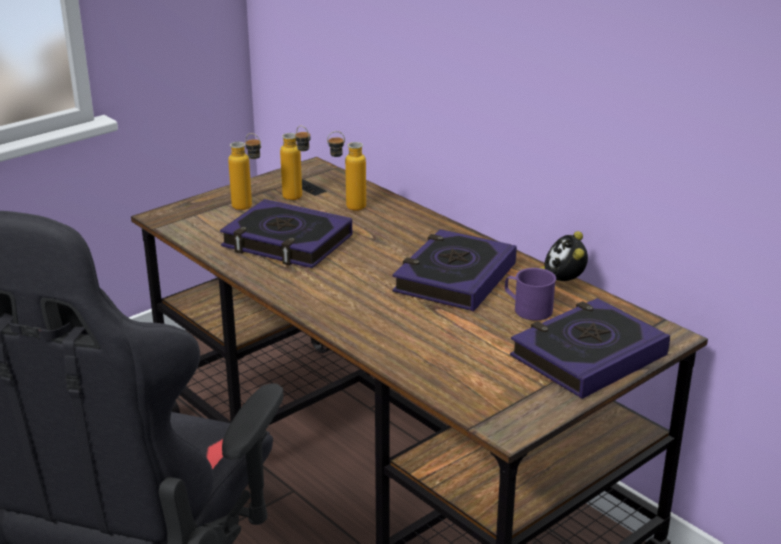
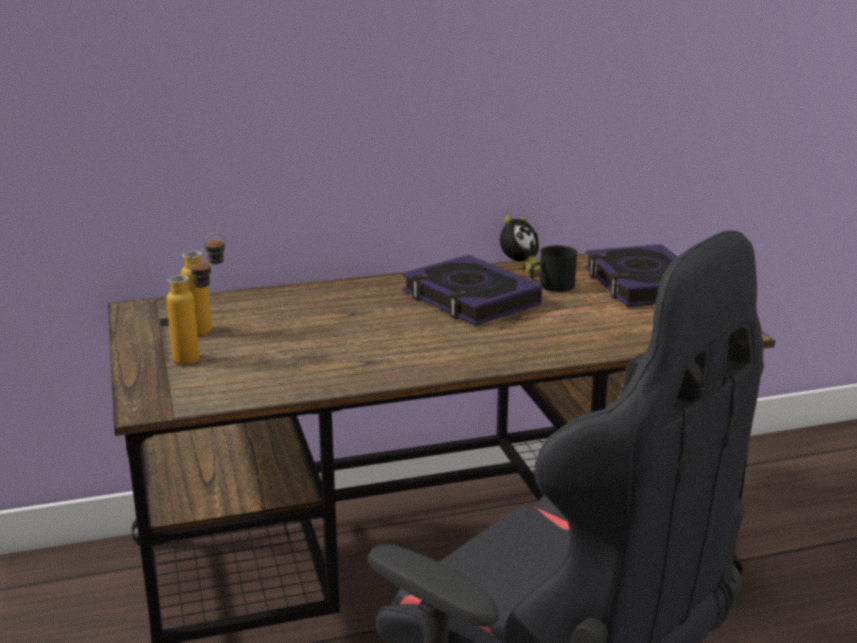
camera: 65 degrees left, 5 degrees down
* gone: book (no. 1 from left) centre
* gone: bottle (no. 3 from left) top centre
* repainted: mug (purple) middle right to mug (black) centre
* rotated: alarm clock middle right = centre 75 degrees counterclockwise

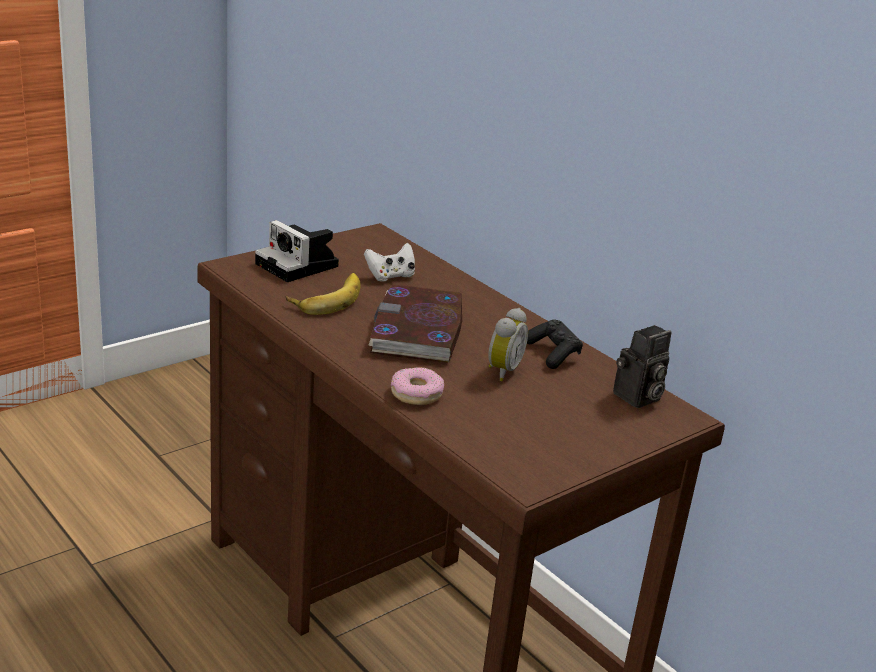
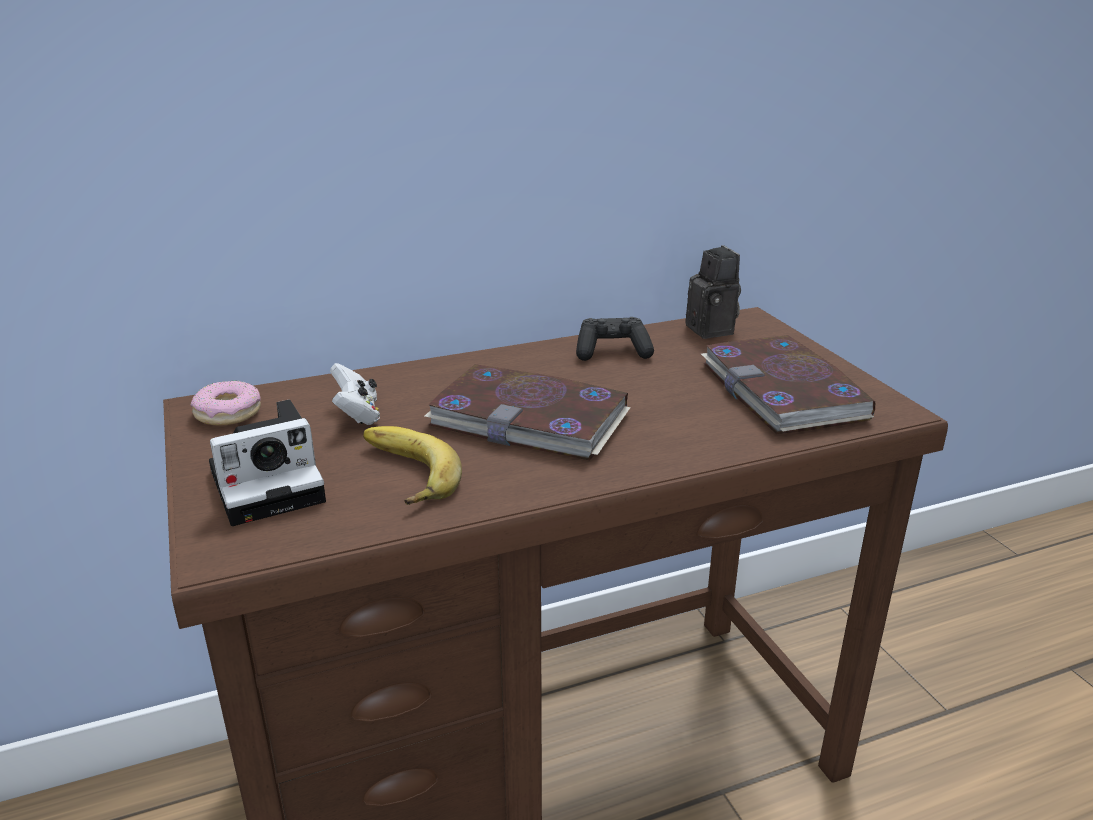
camera: 70 degrees left, 0 degrees up
* shifted: donut centre to middle left
* gone: alarm clock centre
* new: book (no. 2 from left) middle right

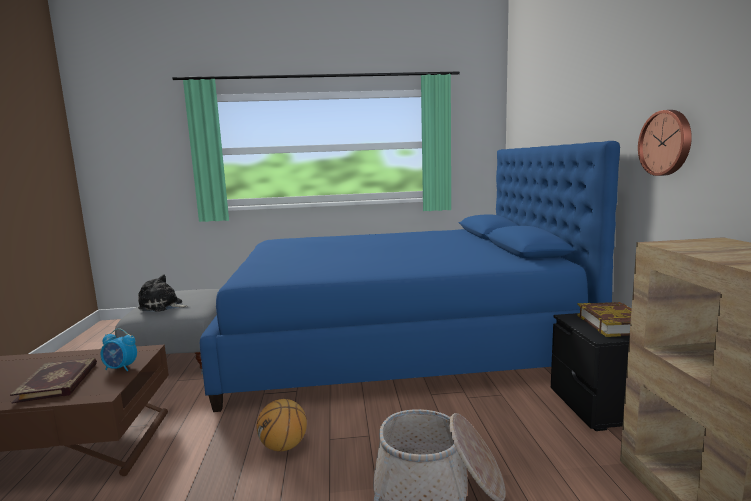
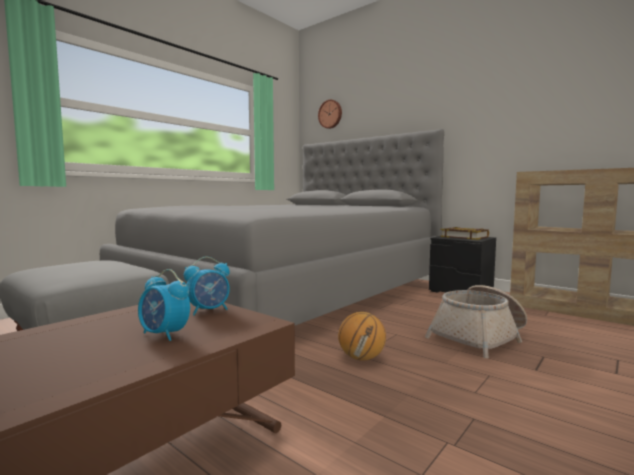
camera: 45 degrees left, 5 degrees down
* swapped: book (no. 1 from left) bottom left to alarm clock (no. 1 from left) middle left
* gone: plush toy middle left
* repainted: bed (blue) centre to bed (grey) centre
* shifted: wall clock top right to top centre

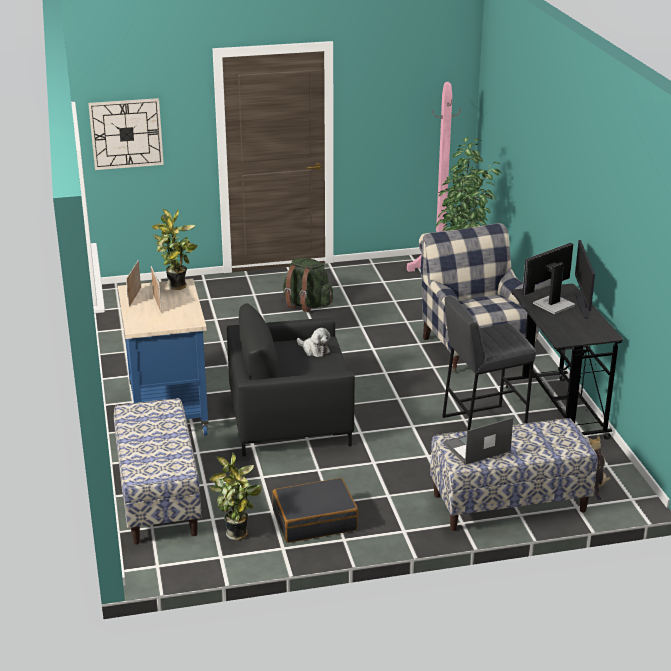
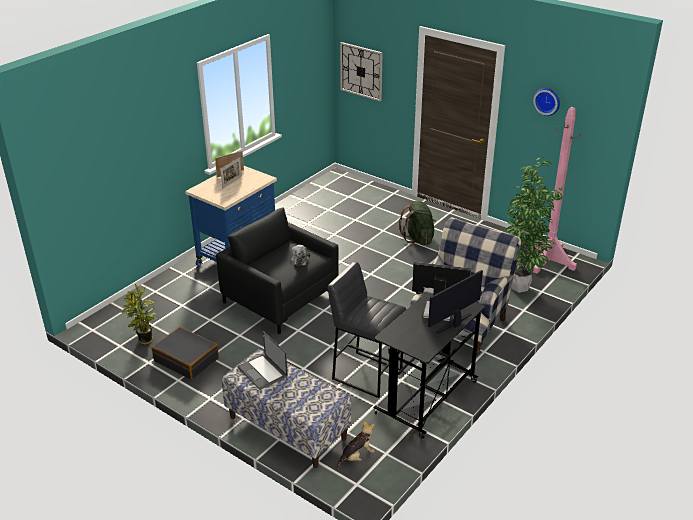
camera: 50 degrees right, 5 degrees up
* gone: bench (no. 1 from left) bottom left
* gone: potted plant (no. 1 from left) middle left
* rotated: laptop middle right = bottom centre 150 degrees counterclockwise
* new: wall clock (no. 2 from left) top right

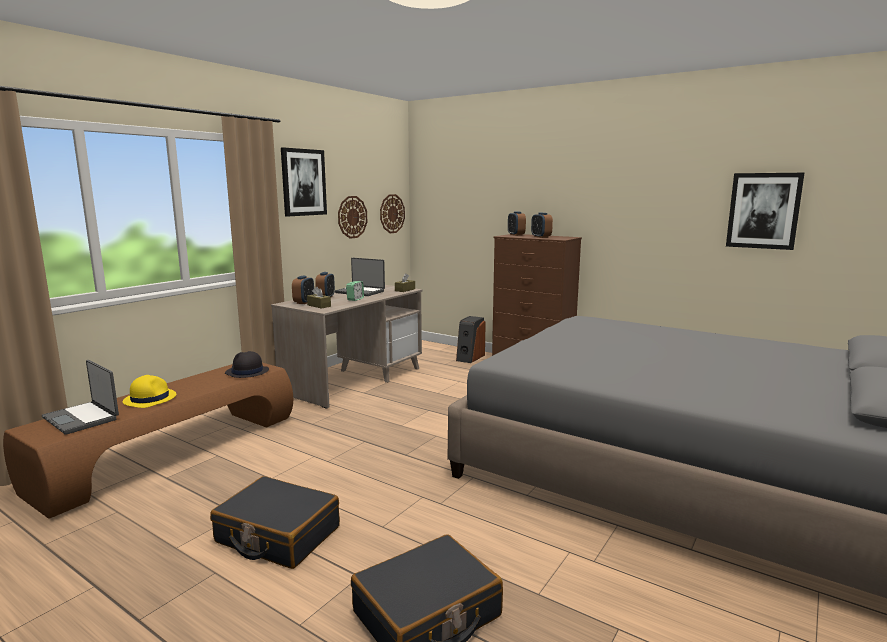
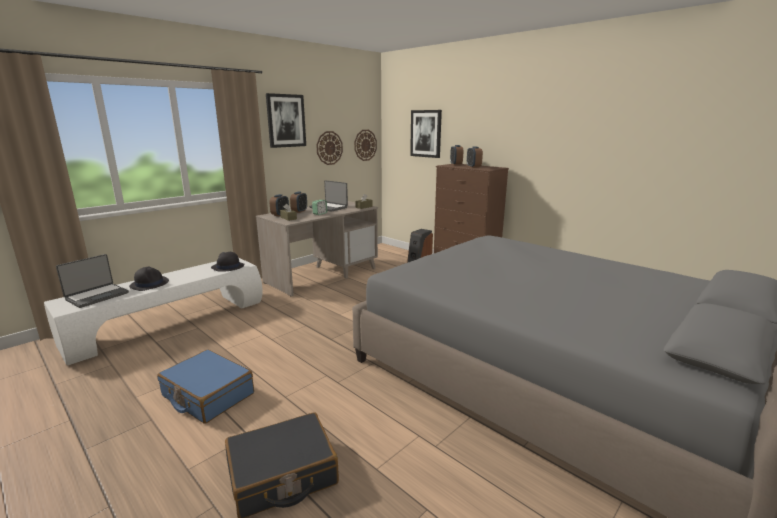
camera: 10 degrees right, 5 degrees up
* repainted: bench (brown) bottom left to bench (white) middle left
* rotated: laptop (no. 1 from left) middle left = middle left 105 degrees counterclockwise
* repainted: hat (yellow) middle left to hat (black) (no. 1 from left) middle left
* repainted: suitcase (black) (no. 1 from left) bottom left to suitcase (blue) bottom left
* shifted: picture (no. 2 from left) top right to top centre

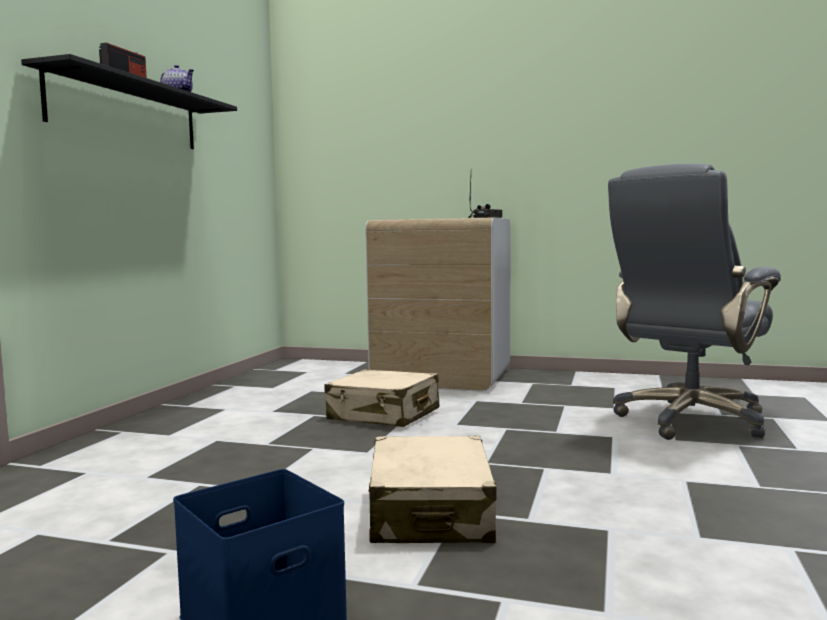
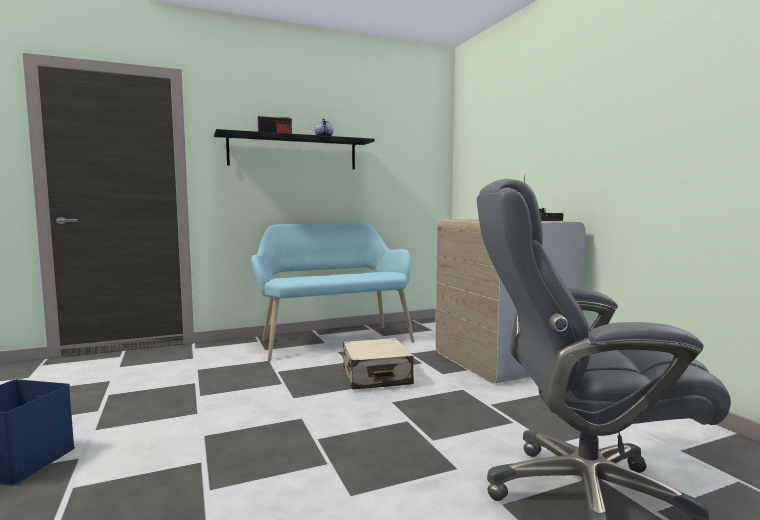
camera: 50 degrees right, 0 degrees up
* gone: suitcase (beige) (no. 2 from left) bottom centre
* new: bench (turquoise) centre

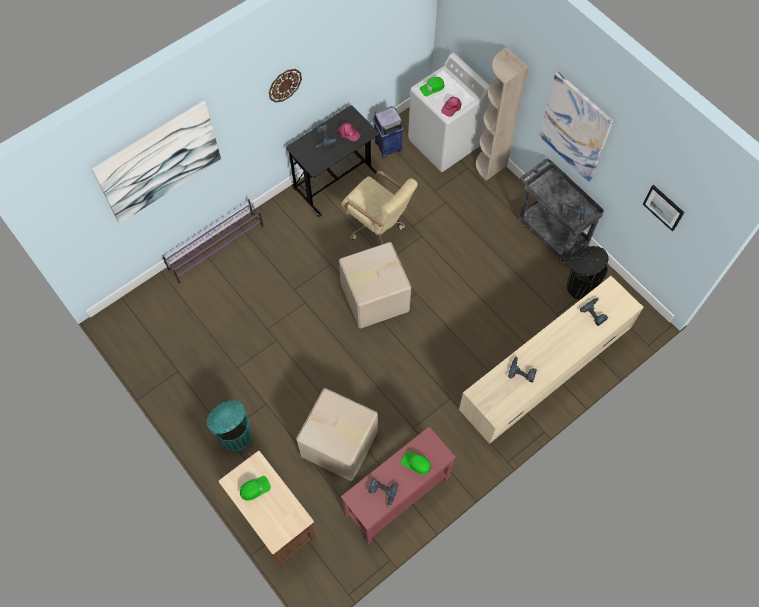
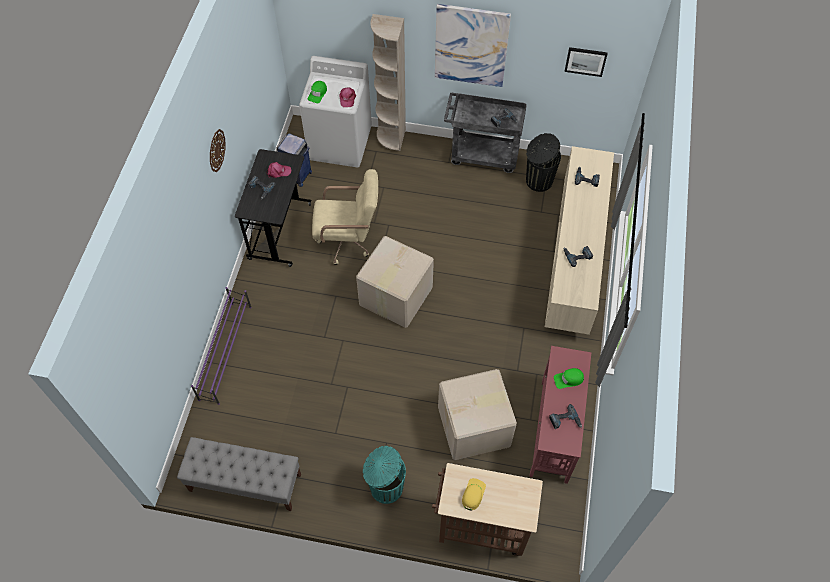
camera: 40 degrees left, 5 degrees down
* gone: picture (no. 1 from left) top left
* repainted: cap (green) (no. 1 from left) bottom centre to cap (yellow) bottom centre
* new: bench (grey) bottom left

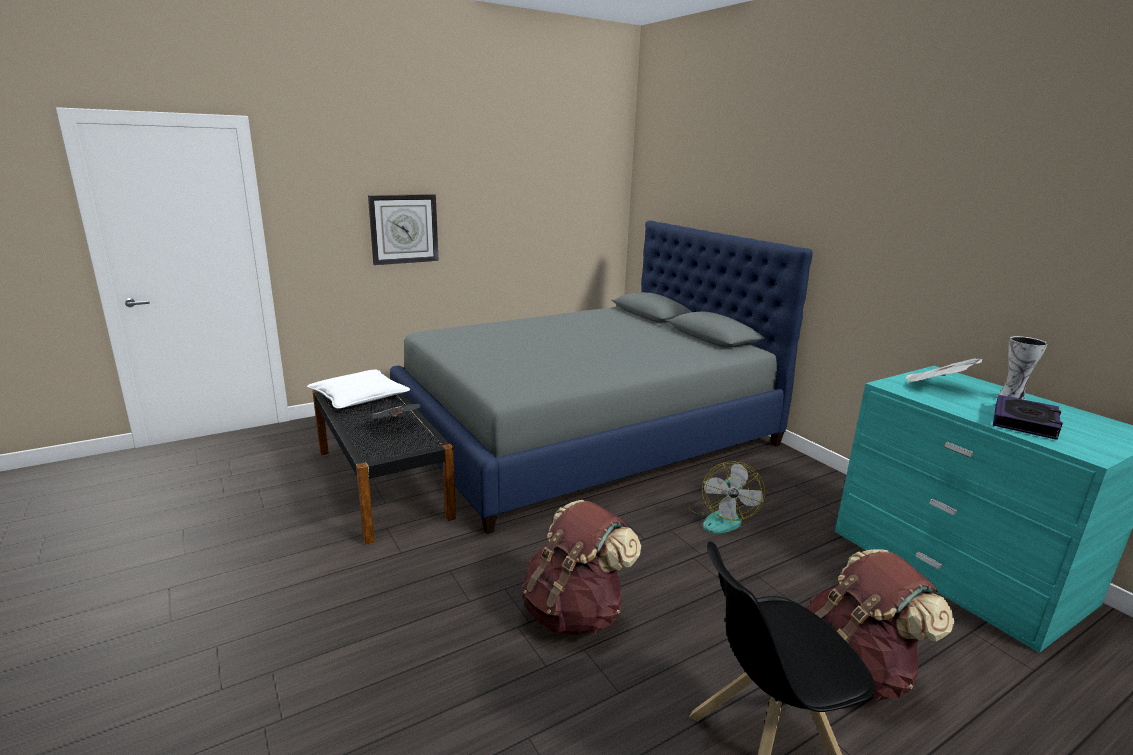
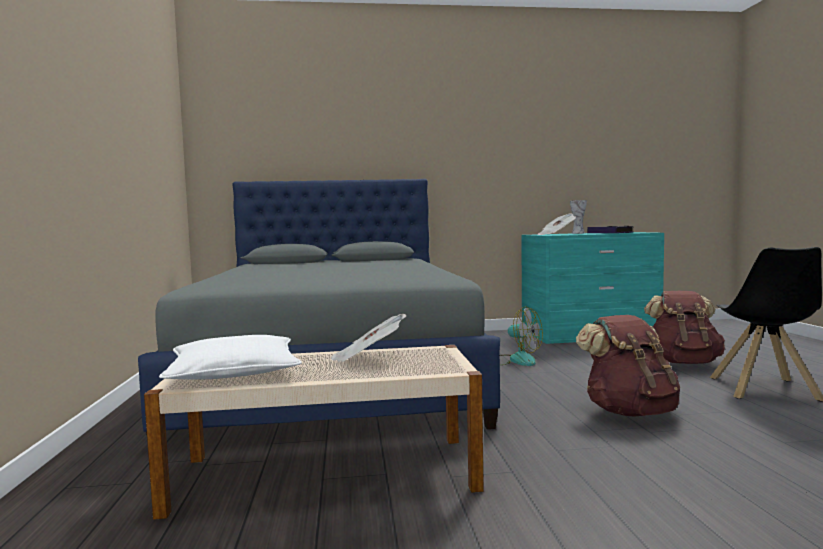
camera: 65 degrees left, 15 degrees down
* repainted: bench (black) centre to bench (beige) bottom centre
* gone: wall clock top centre

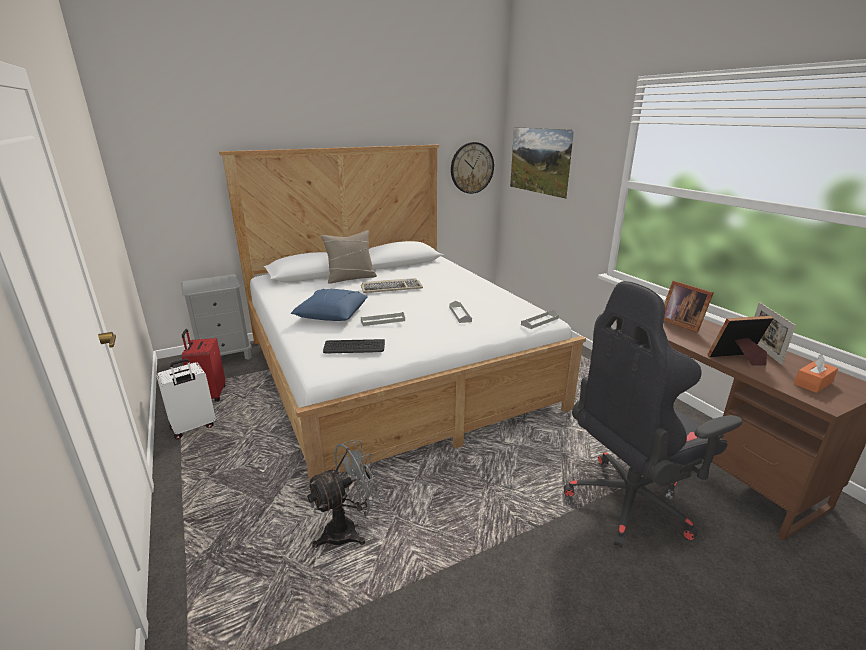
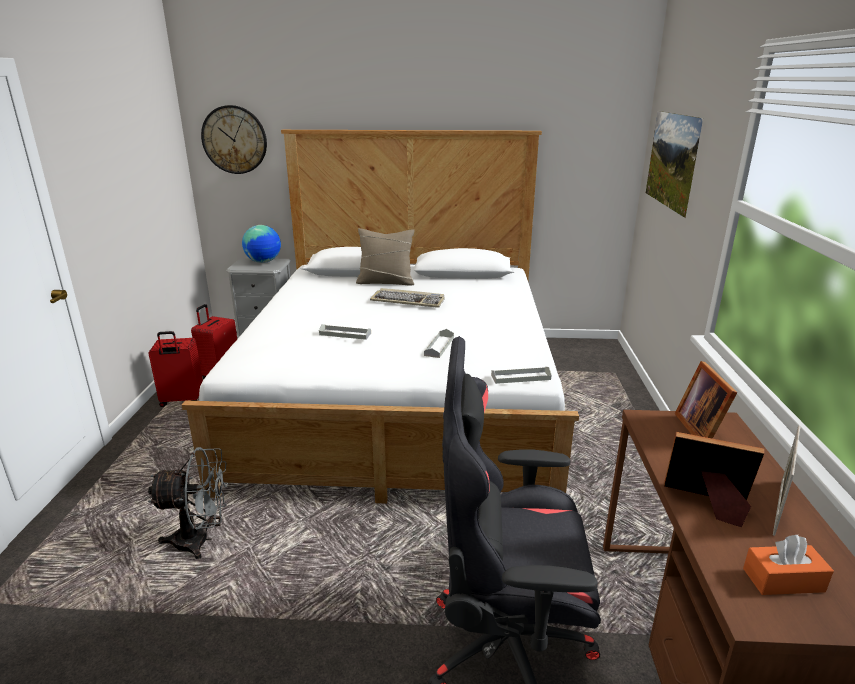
camera: 30 degrees right, 0 degrees up
* repainted: suitcase (white) middle left to suitcase (red) (no. 1 from left) middle left
* gone: pillow (blue) centre
* gone: keyboard (no. 1 from left) centre
* shifted: wall clock top centre to top left
* new: globe middle left

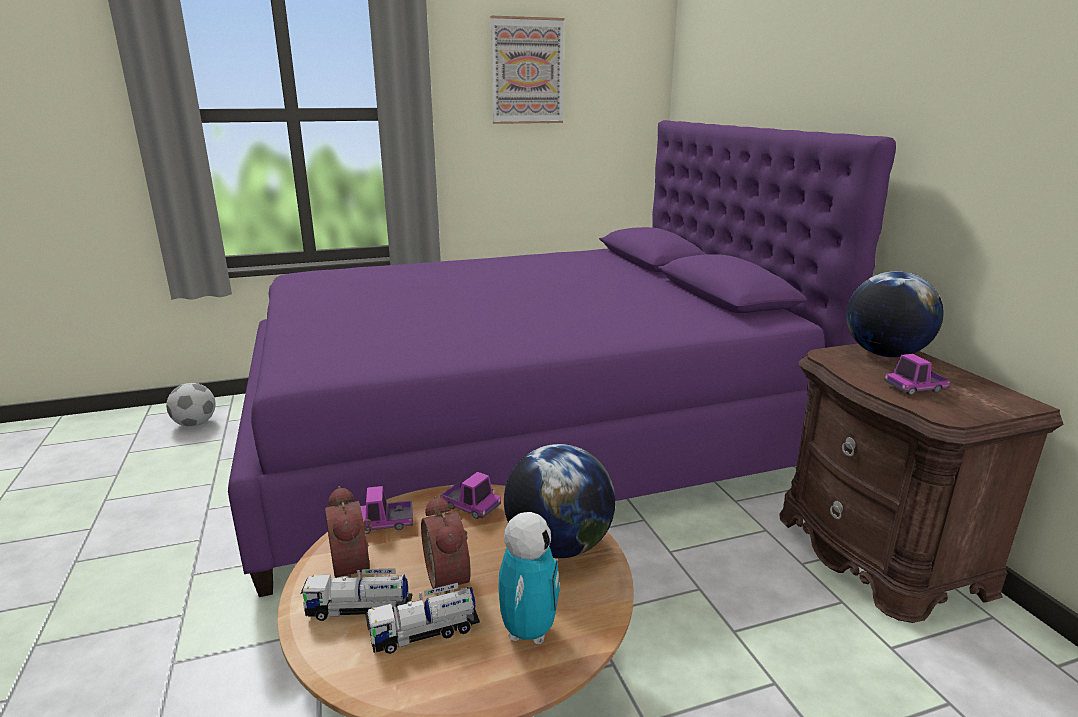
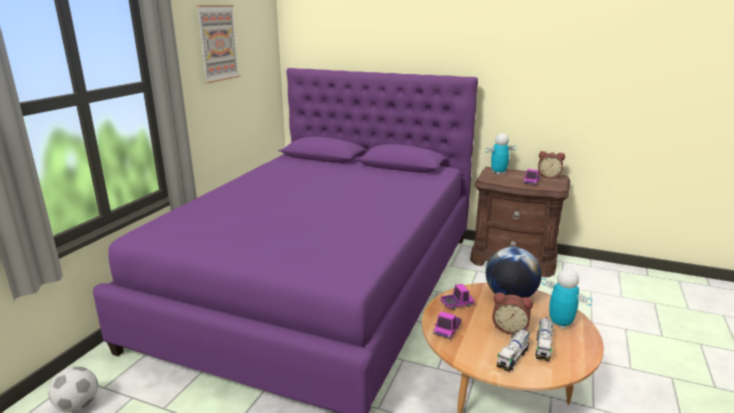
camera: 50 degrees left, 0 degrees up
* shifted: alarm clock (no. 1 from left in the first image) bottom left to alarm clock (no. 2 from left) middle right
* swapped: globe (no. 2 from left) middle right to toy robot (no. 1 from left) middle right

